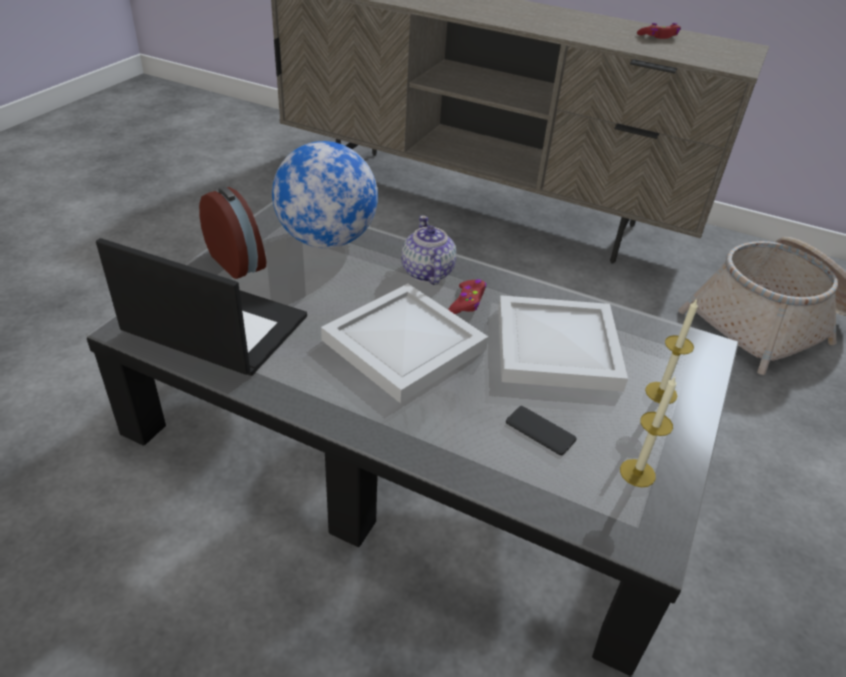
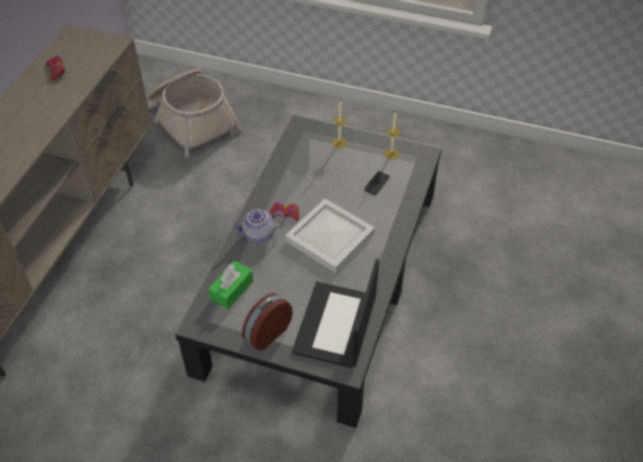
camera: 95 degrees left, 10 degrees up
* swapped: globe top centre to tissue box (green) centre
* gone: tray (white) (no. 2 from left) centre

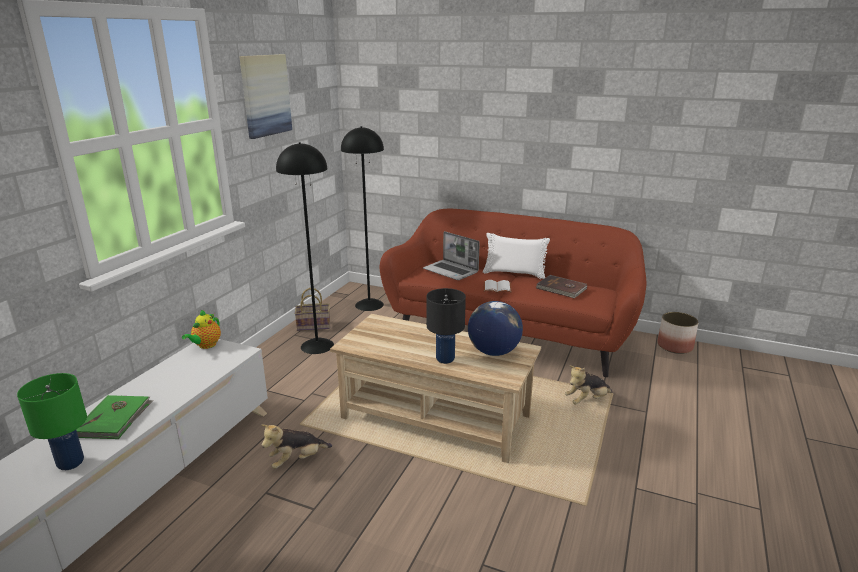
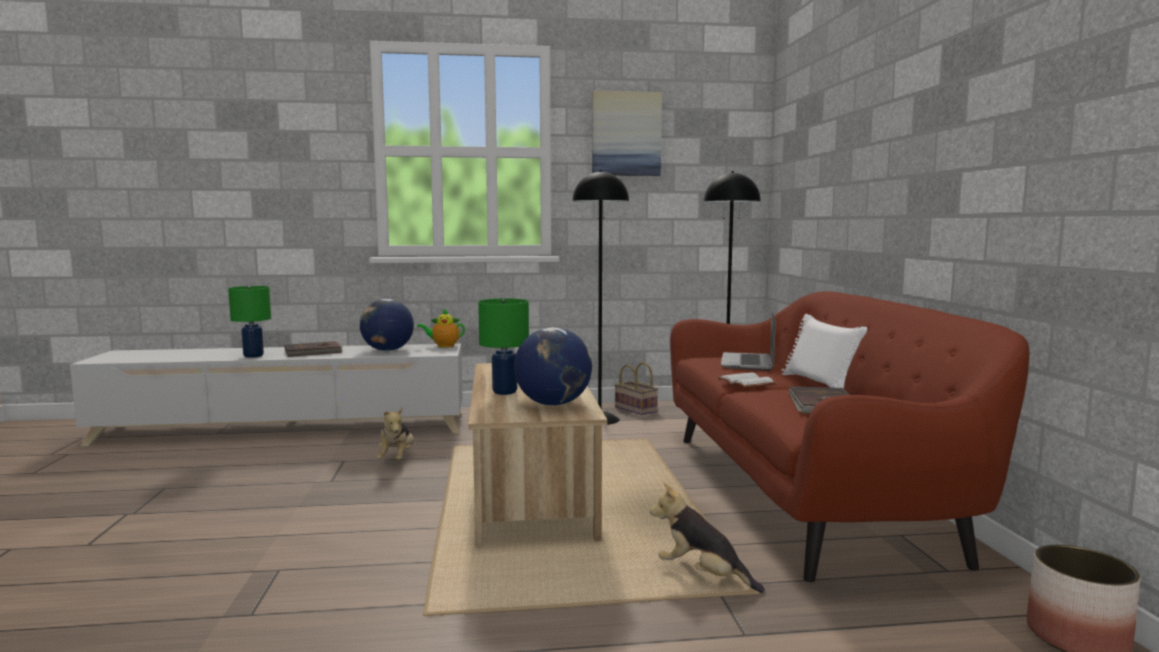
camera: 60 degrees right, 15 degrees down
* repainted: book (green) bottom left to book (brown) (no. 1 from left) middle left
* rotated: plush toy (no. 1 from left) bottom centre = centre 120 degrees counterclockwise
* repainted: table lamp (black) centre to table lamp (green) (no. 2 from left) centre
* new: globe (no. 1 from left) centre

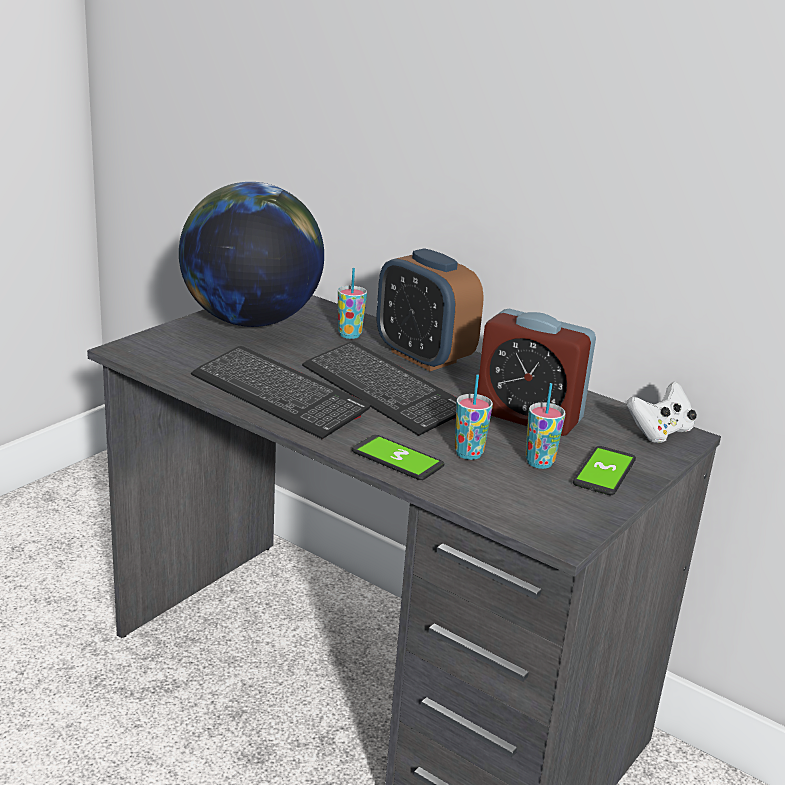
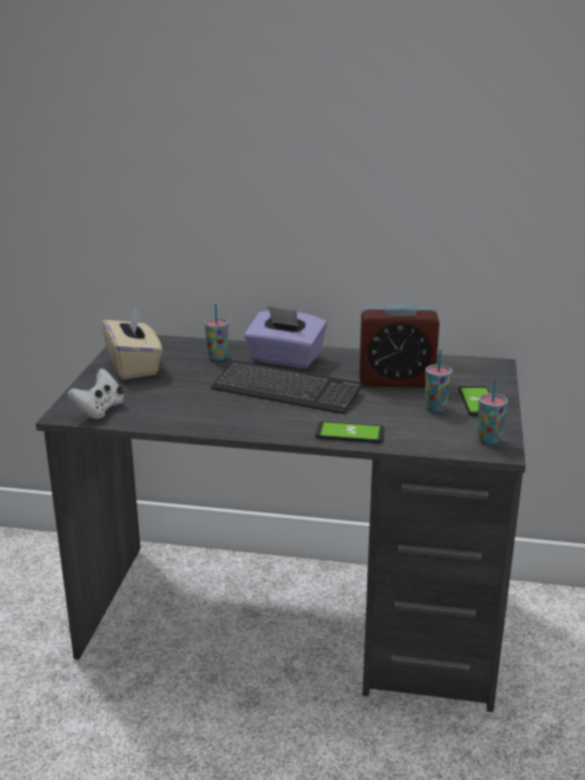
camera: 25 degrees left, 0 degrees up
* swapped: globe top left to tissue box (beige) middle left
* gone: keyboard (no. 1 from left) centre
* swapped: alarm clock (no. 1 from left) centre to tissue box (purple) centre
* shifted: cup (no. 2 from left in the first image) centre to cup (no. 3 from left) middle right
* shifted: game controller (white) middle right to middle left

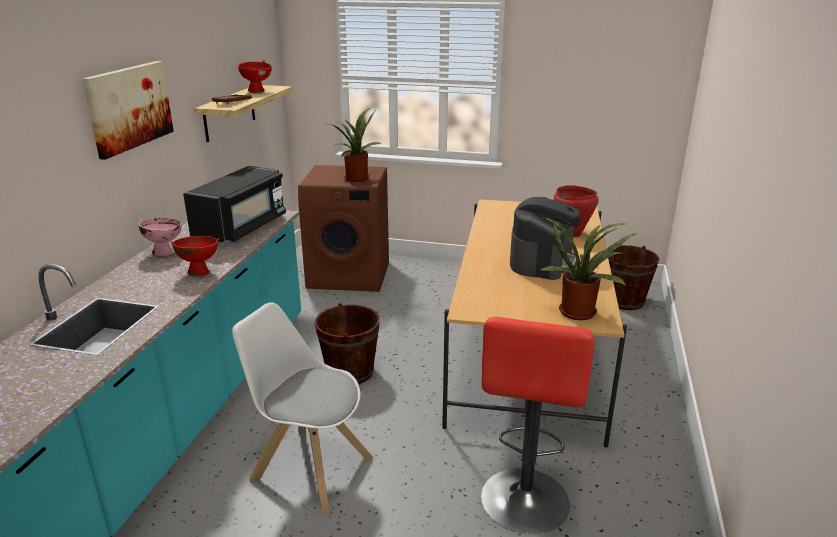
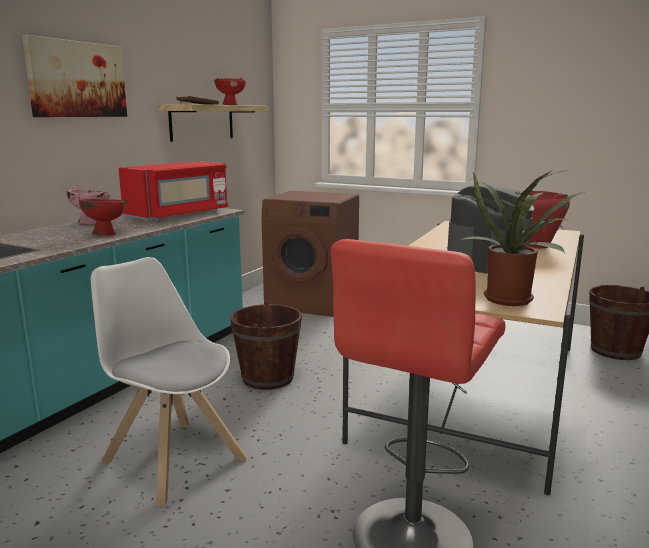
camera: 15 degrees right, 10 degrees down
* repainted: microwave (black) middle left to microwave (red) middle left
* gone: potted plant (no. 1 from left) top centre

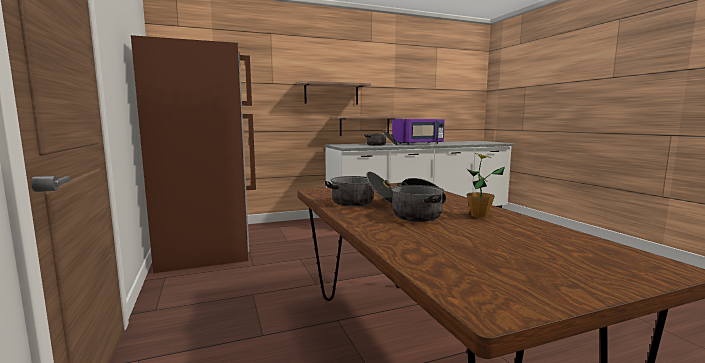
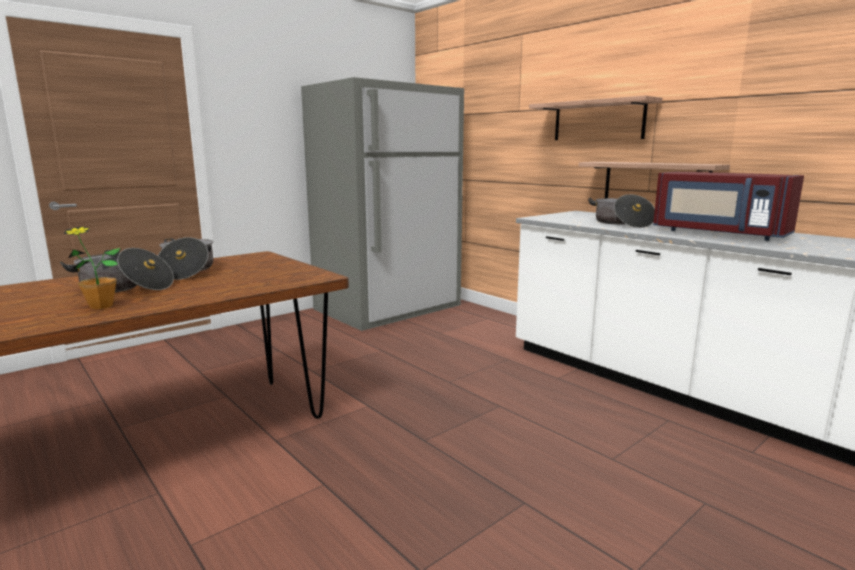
camera: 70 degrees right, 5 degrees up
* repainted: fridge (brown) middle left to fridge (grey) centre
* repainted: microwave (purple) centre to microwave (red) middle right

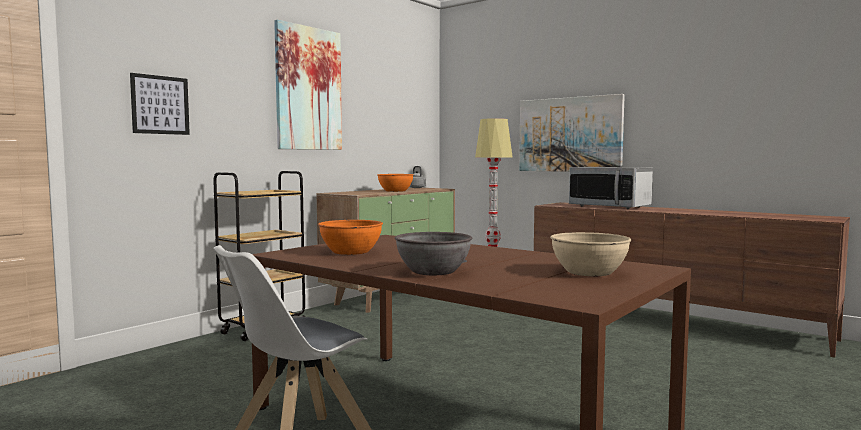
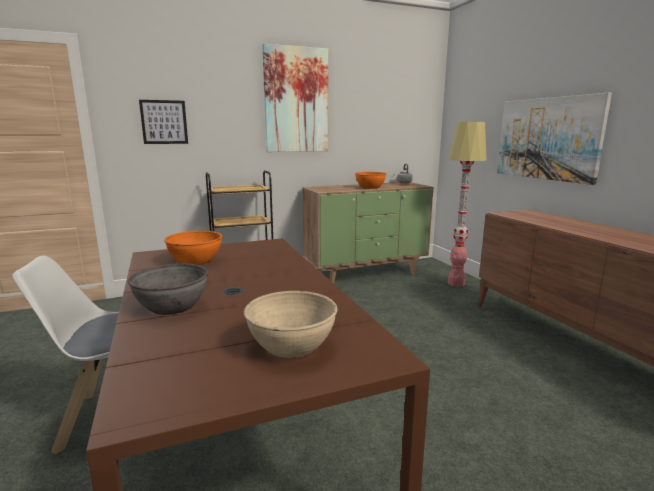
camera: 30 degrees right, 10 degrees up
* gone: microwave middle right

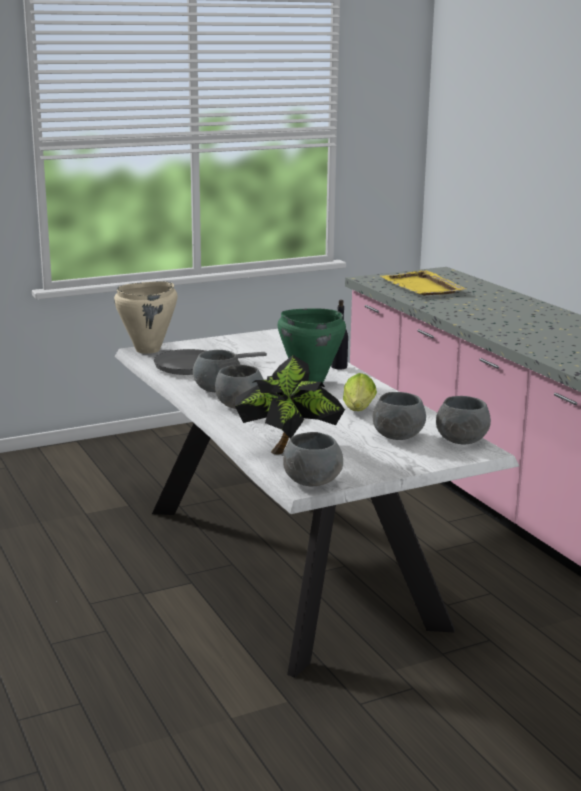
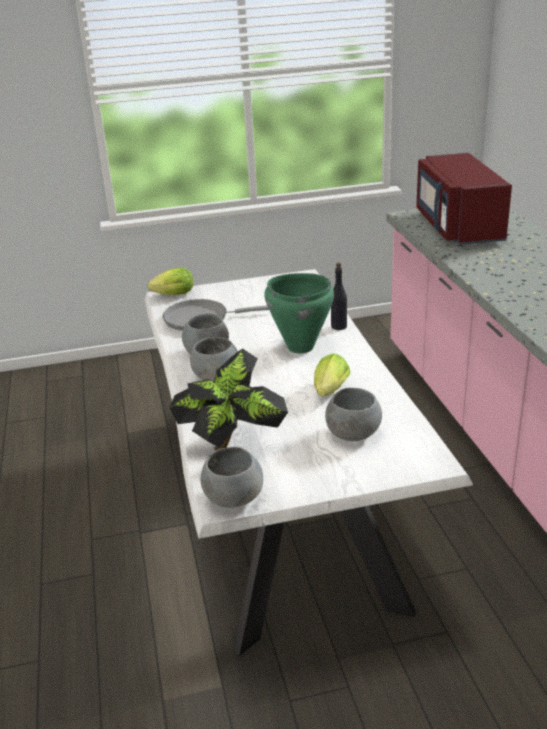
camera: 15 degrees right, 10 degrees up
* swapped: cooking pot (beige) middle left to lettuce (no. 1 from left) middle left
* swapped: tray (yellow) middle right to microwave (red) top right
* gone: bowl (grey) (no. 5 from left) middle right

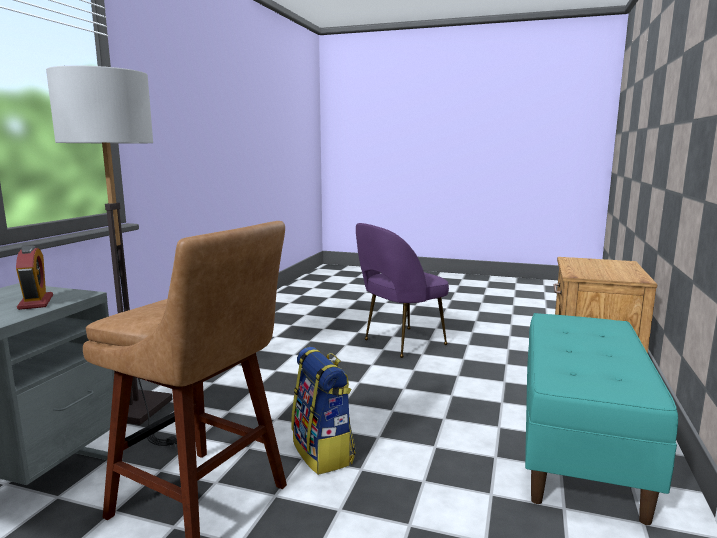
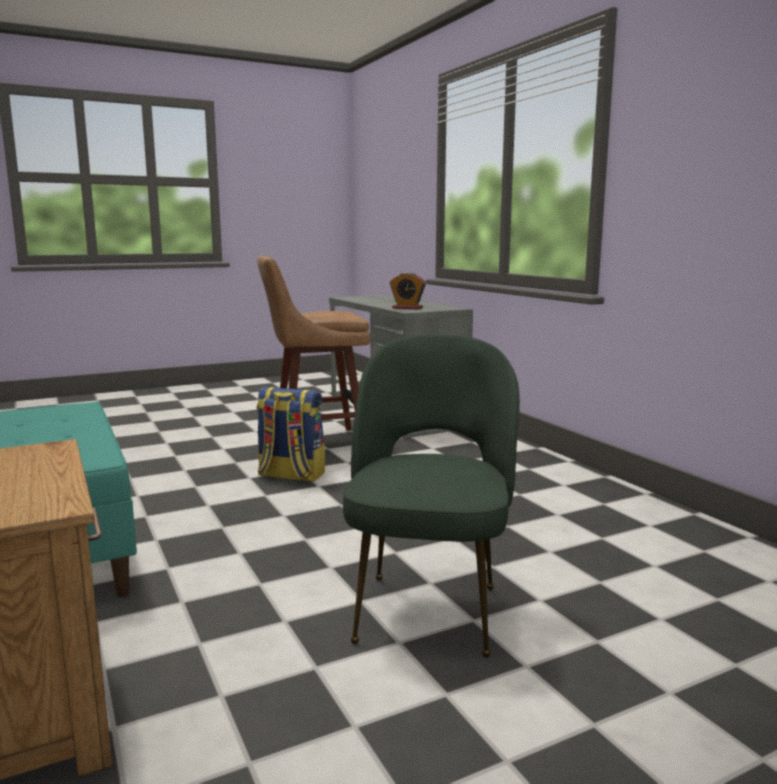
camera: 135 degrees right, 0 degrees up
* gone: floor lamp middle left
* repainted: chair (purple) centre to chair (green) centre

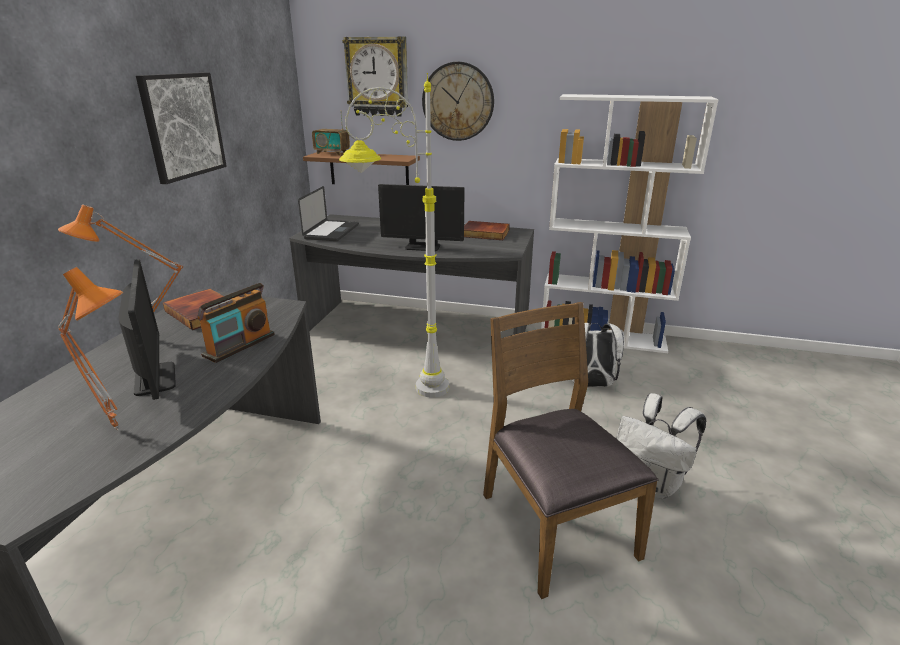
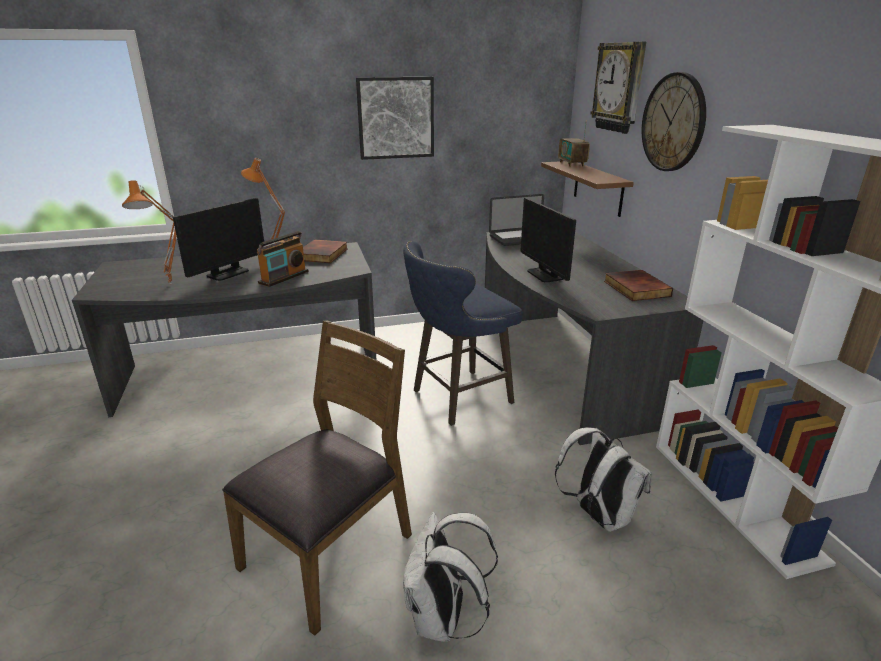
camera: 60 degrees right, 0 degrees up
* rotated: radio (no. 1 from left) middle left = middle left 60 degrees counterclockwise
* swapped: floor lamp (grey) centre to stool (blue) centre

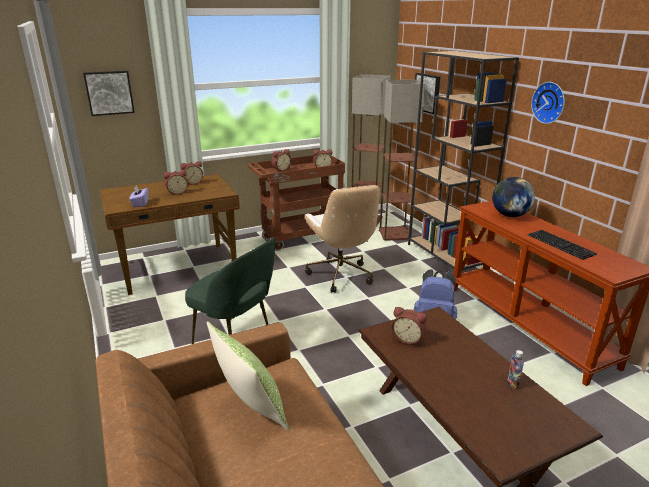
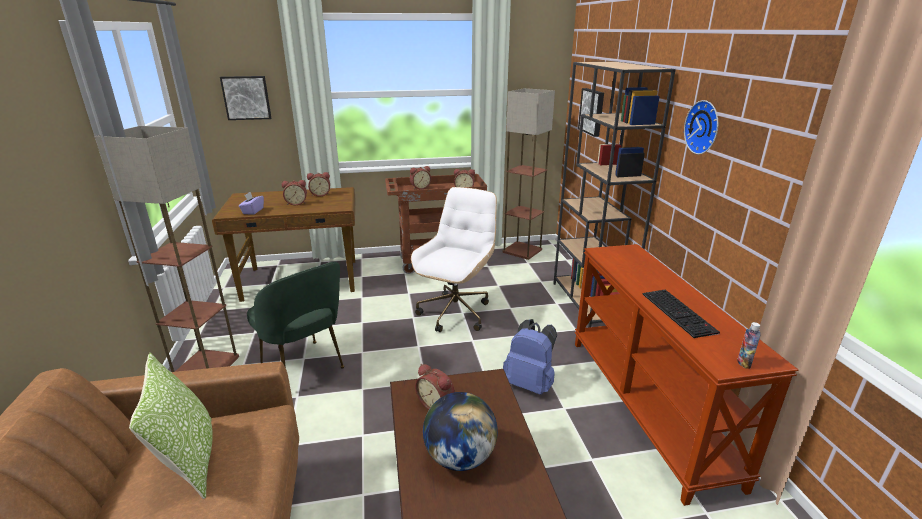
camera: 15 degrees right, 0 degrees up
* rotated: office chair (white) centre = centre 150 degrees counterclockwise
* shifted: floor lamp (no. 2 from left in the first image) top centre to floor lamp (no. 1 from left) middle left
* shifted: globe middle right to bottom centre
* shifted: bottle bottom right to middle right

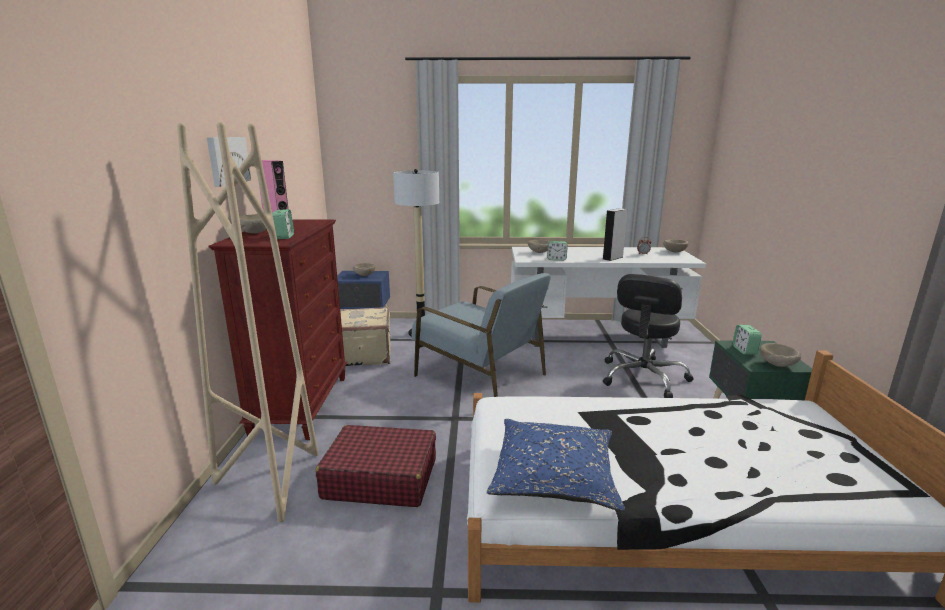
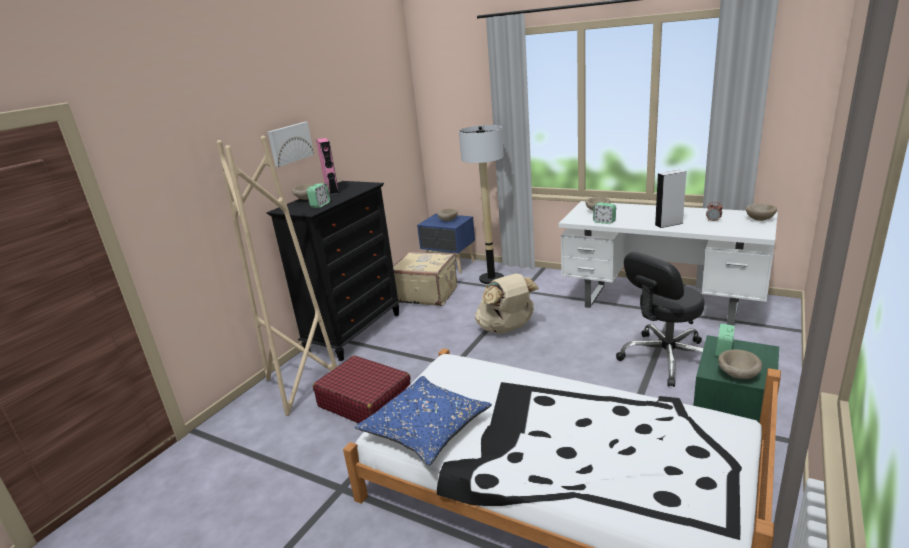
camera: 30 degrees right, 5 degrees up
* repainted: dresser (red) middle left to dresser (black) centre
* swapped: armchair (blue) centre to backpack (beige) centre

